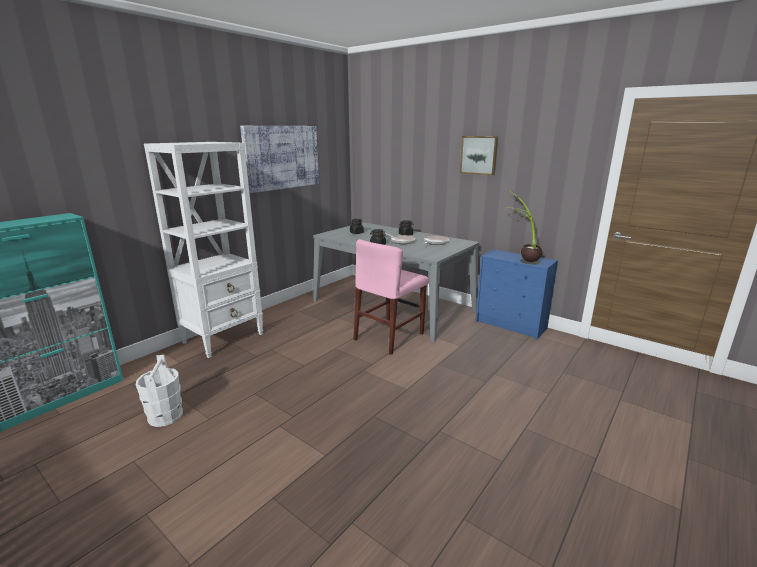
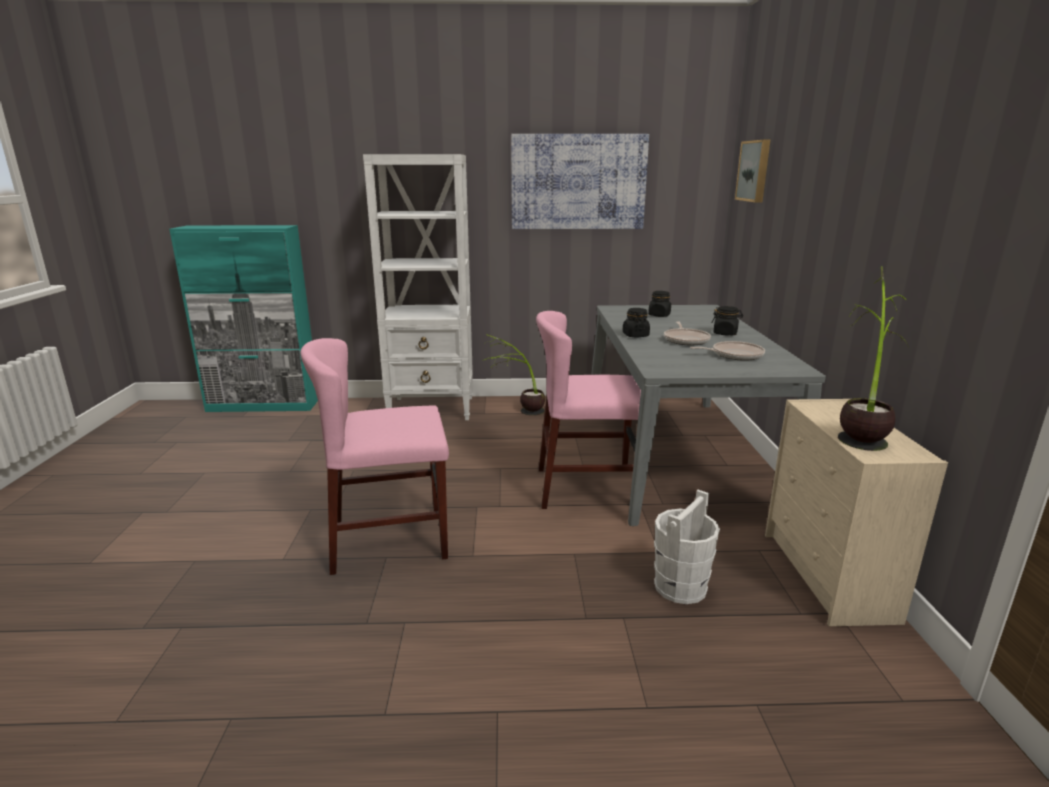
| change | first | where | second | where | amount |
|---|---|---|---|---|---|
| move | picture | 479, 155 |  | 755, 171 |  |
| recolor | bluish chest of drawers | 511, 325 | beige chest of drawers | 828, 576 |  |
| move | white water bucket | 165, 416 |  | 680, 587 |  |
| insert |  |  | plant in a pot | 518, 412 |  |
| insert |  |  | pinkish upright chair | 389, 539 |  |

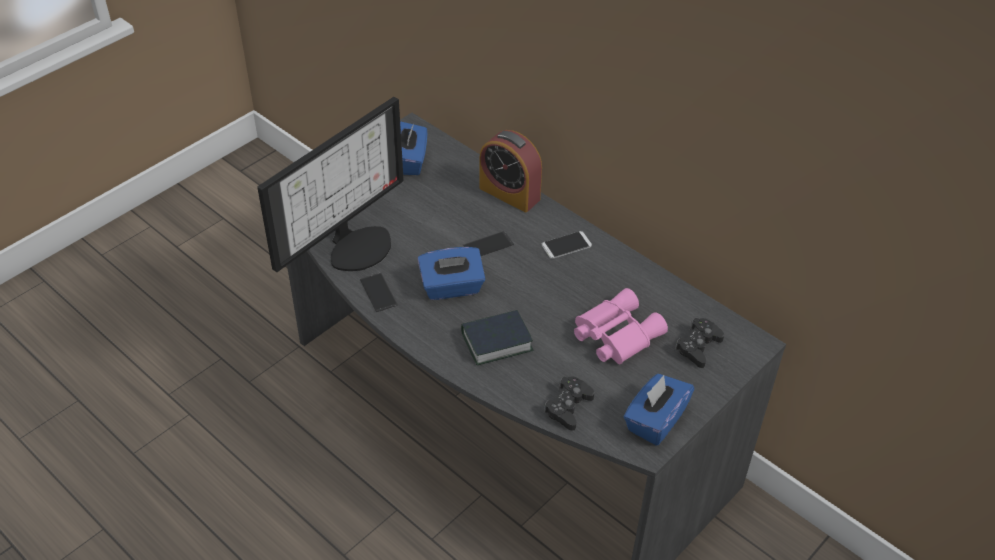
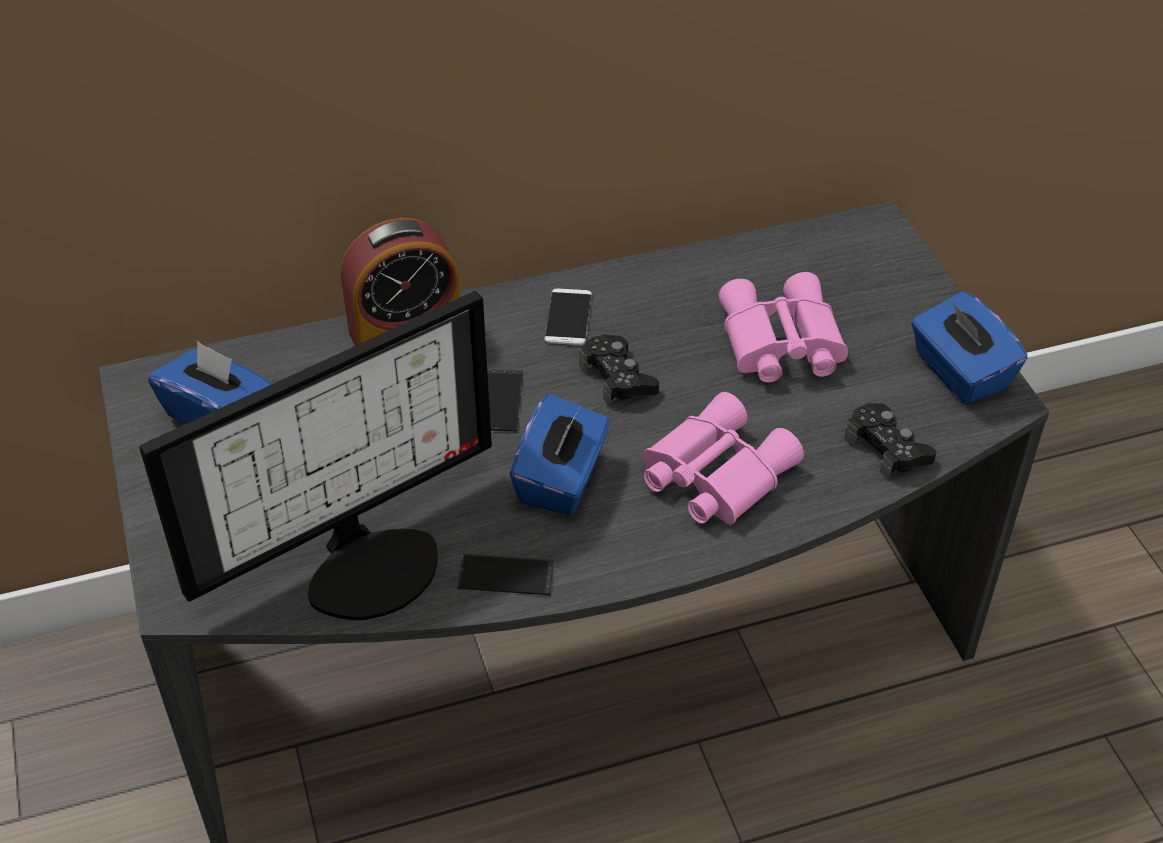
| change | first | where | second | where | amount |
|---|---|---|---|---|---|
| rotate | monitor | 356, 245 |  | 368, 563 | 75 degrees clockwise |
| replace | volume | 496, 342 | pinkish pair of binoculars | 713, 473 |  |
| move | blackish joypad | 698, 346 |  | 618, 377 |  |

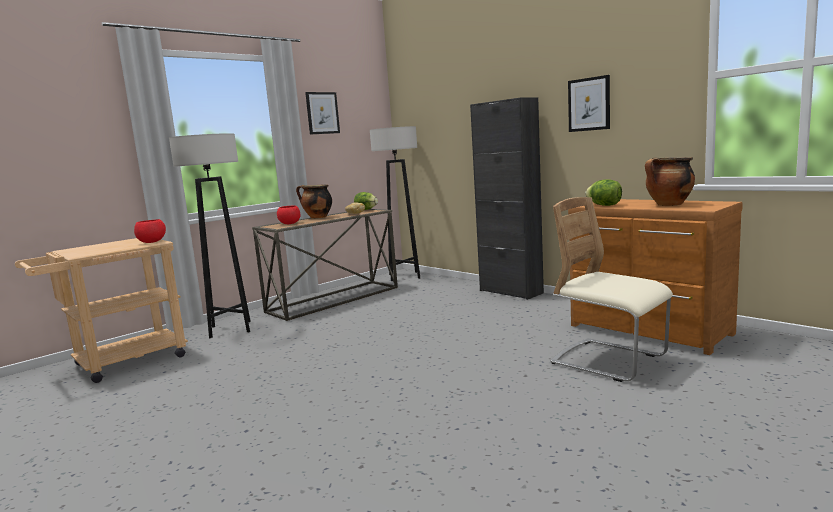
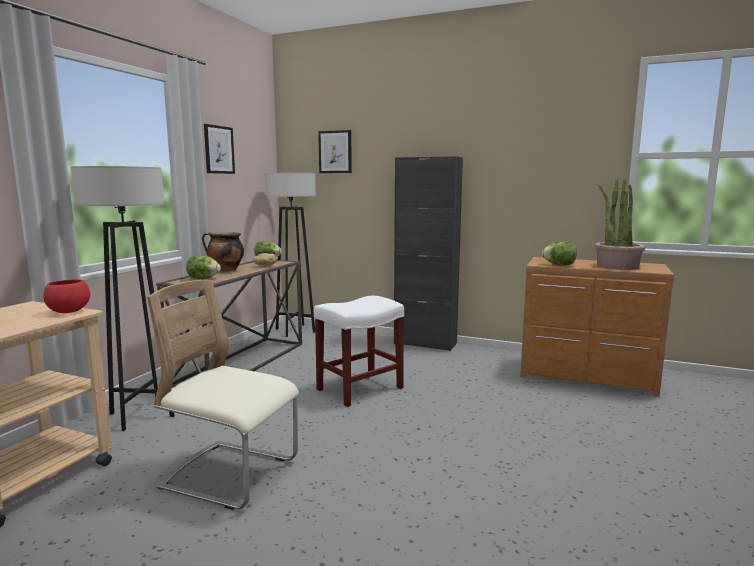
| change | first | where | second | where | amount |
|---|---|---|---|---|---|
| move | picture | 589, 104 |  | 335, 152 |  |
| replace | saucepot | 668, 205 | plant in a pot | 617, 266 |  |
| move | beige upright chair | 609, 361 |  | 231, 475 |  |
| replace | red bowl | 289, 224 | lettuce | 203, 279 |  |
| insert |  |  | white stool | 359, 389 |  |

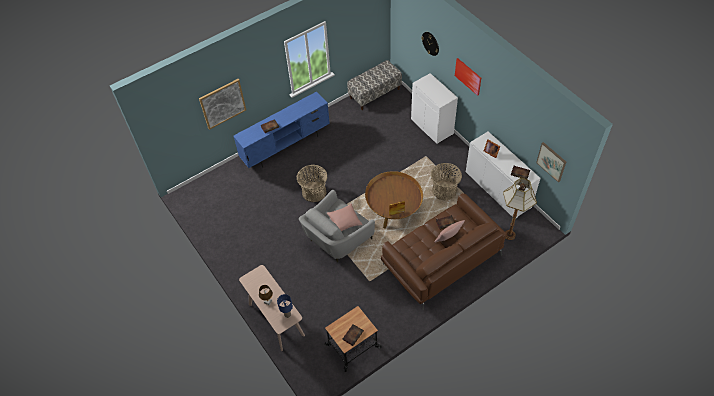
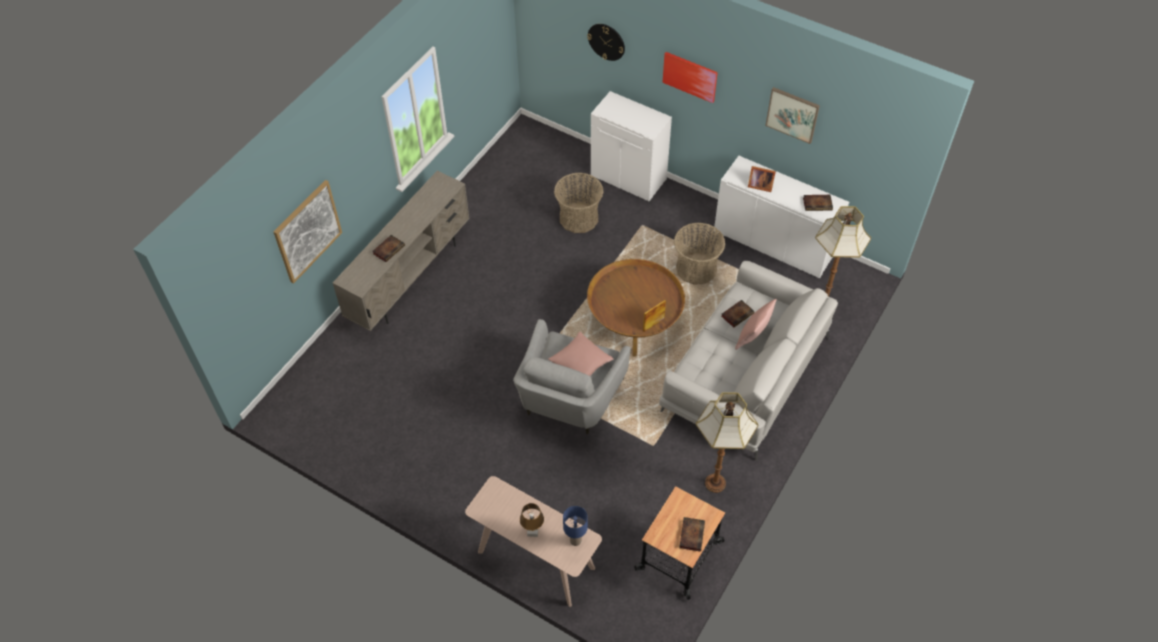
| change | first | where | second | where | amount |
|---|---|---|---|---|---|
| delete | indoor bench | 374, 93 |  |  |  |
| recolor | bluish tv stand | 286, 146 | beige tv stand | 410, 277 |  |
| move | picture | 551, 161 |  | 792, 114 |  |
| move | storage basket | 314, 192 |  | 579, 218 |  |
| recolor | brown sofa | 441, 260 | gray sofa | 744, 375 |  |
| insert |  |  | floor lamp | 716, 483 |  |

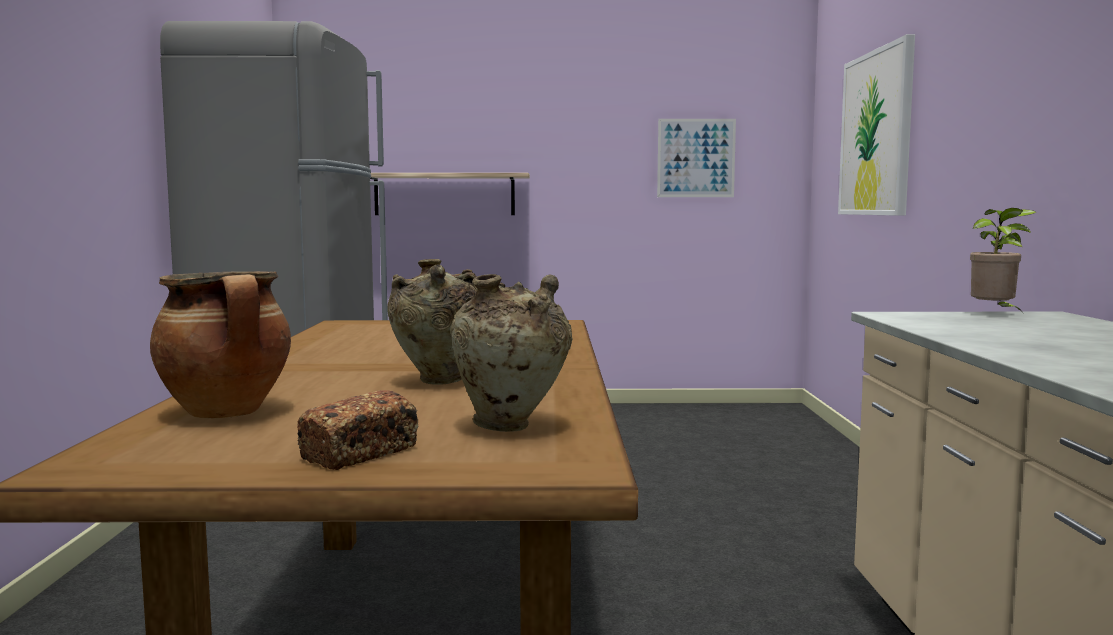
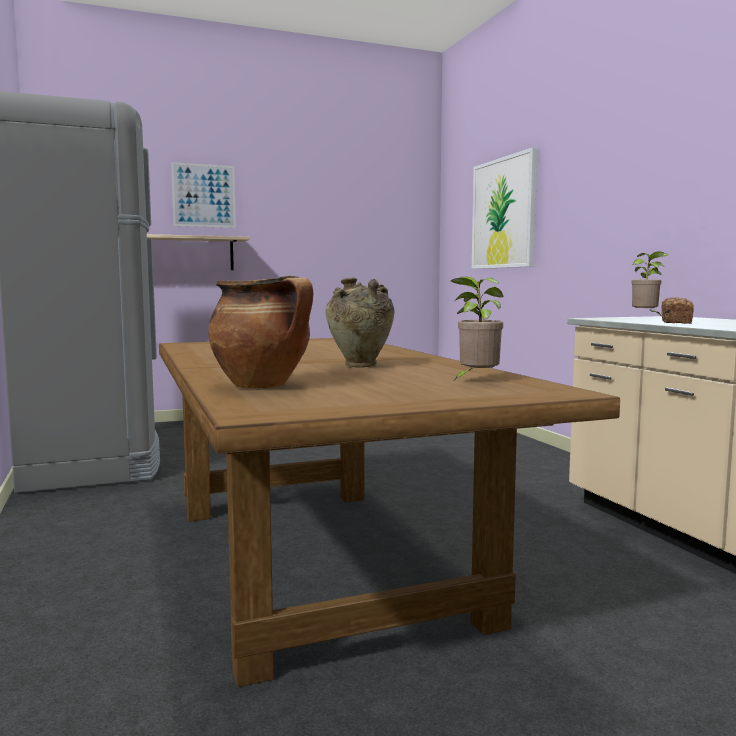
| change | first | where | second | where | amount |
|---|---|---|---|---|---|
| move | picture | 696, 158 |  | 204, 195 |  |
| replace | beige decorative vase | 511, 427 | plant in a pot | 476, 381 |  |
| move | baked bread | 360, 454 |  | 676, 322 |  |

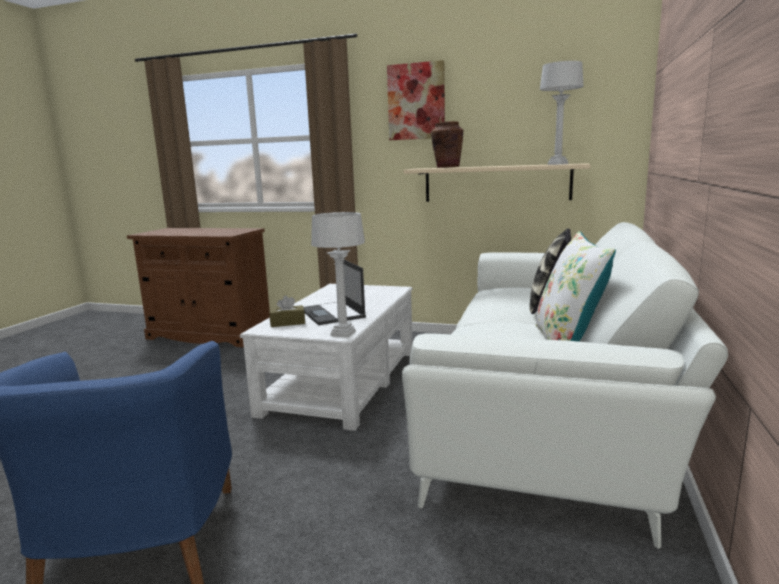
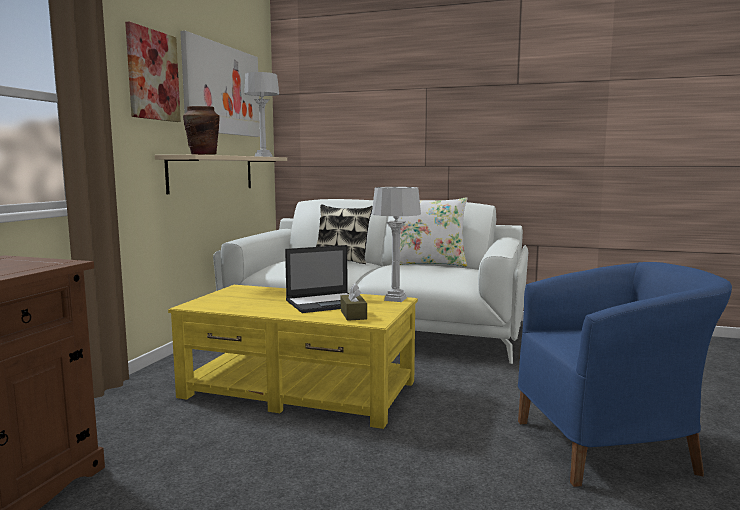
| change | first | where | second | where | amount |
|---|---|---|---|---|---|
| recolor | white low table | 341, 381 | yellowish low table | 300, 390 |  |
| insert |  |  | picture | 222, 90 |  |

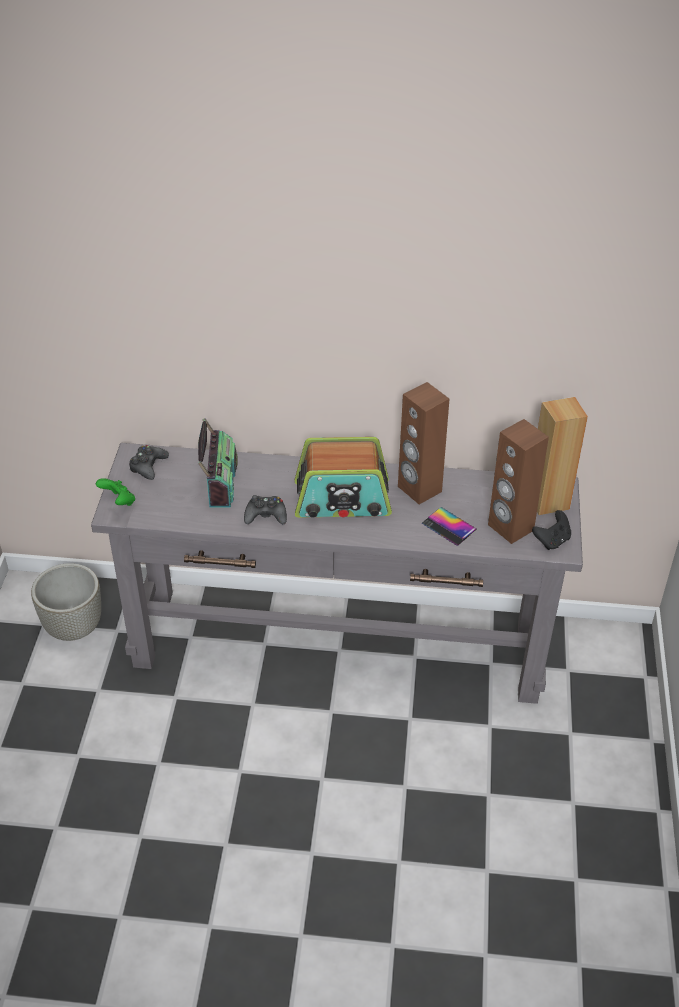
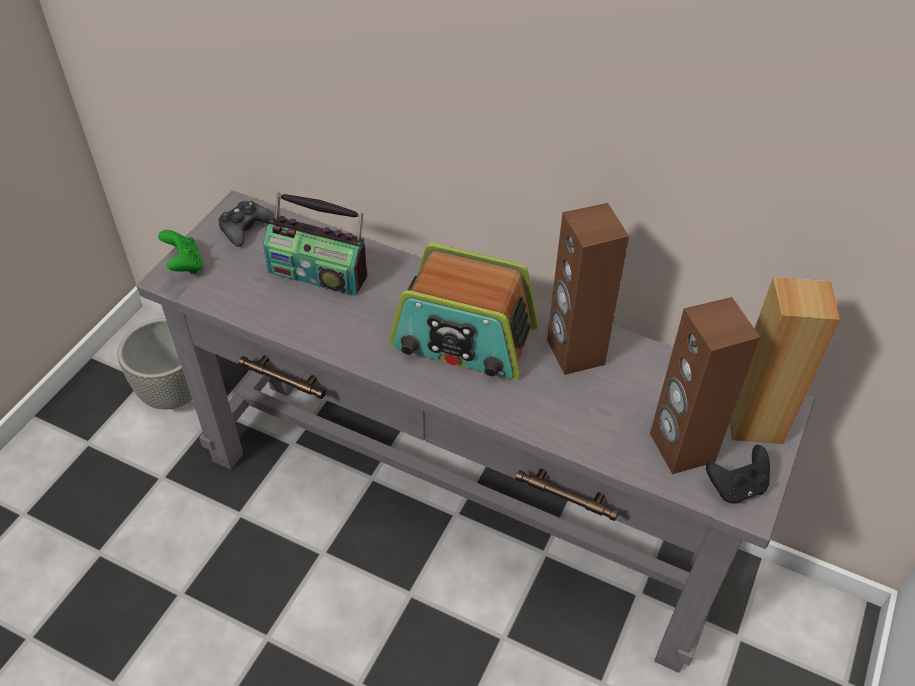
| change | first | where | second | where | amount |
|---|---|---|---|---|---|
| rotate | radio set | 219, 483 |  | 319, 273 | 90 degrees clockwise |
| delete | blackish joypad | 266, 515 |  |  |  |
| delete | handset | 449, 526 |  |  |  |

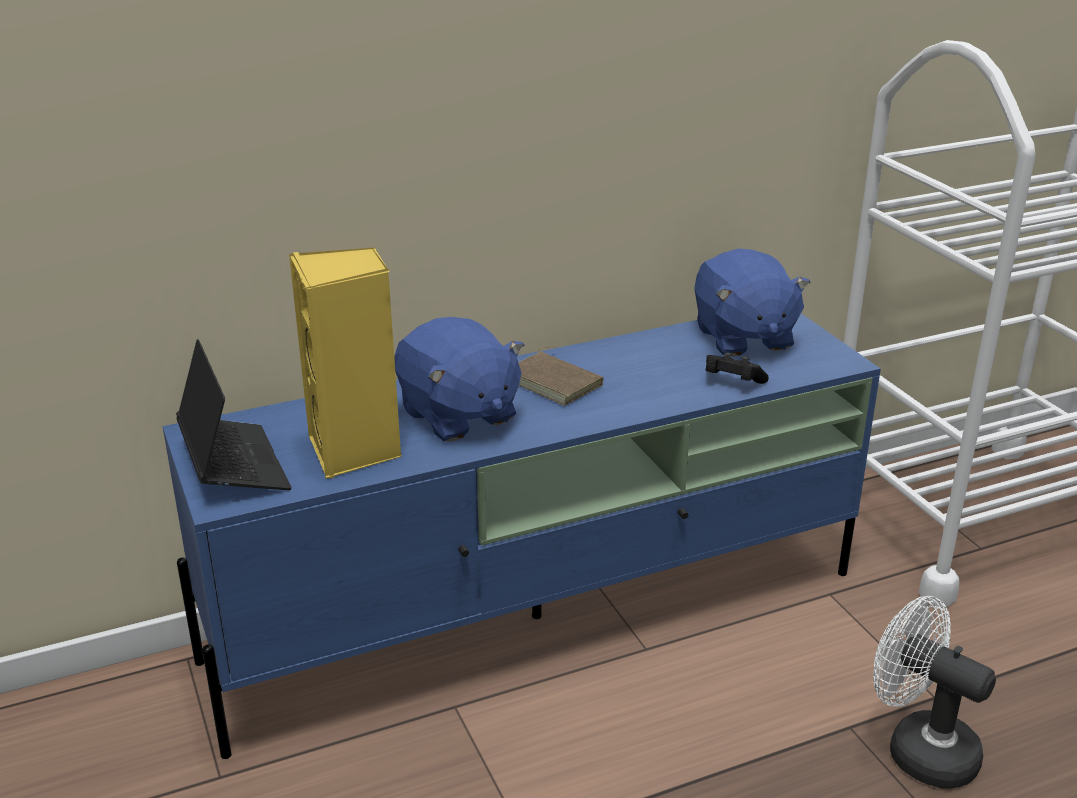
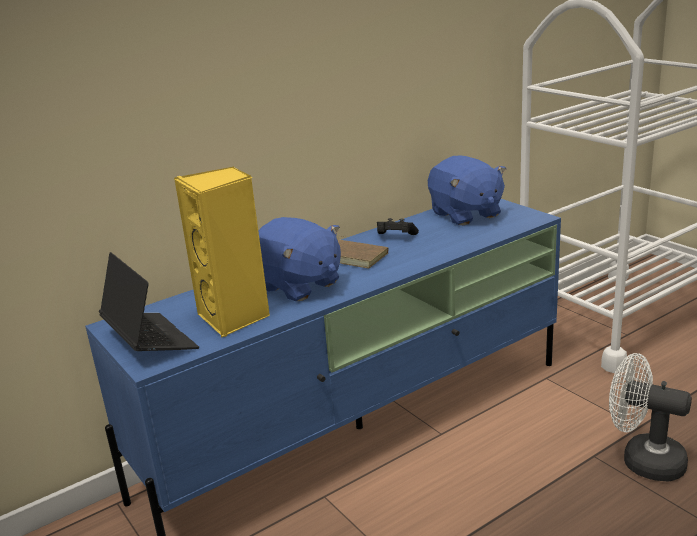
| change | first | where | second | where | amount |
|---|---|---|---|---|---|
| move | blackish joypad | 732, 382 |  | 395, 237 |  |

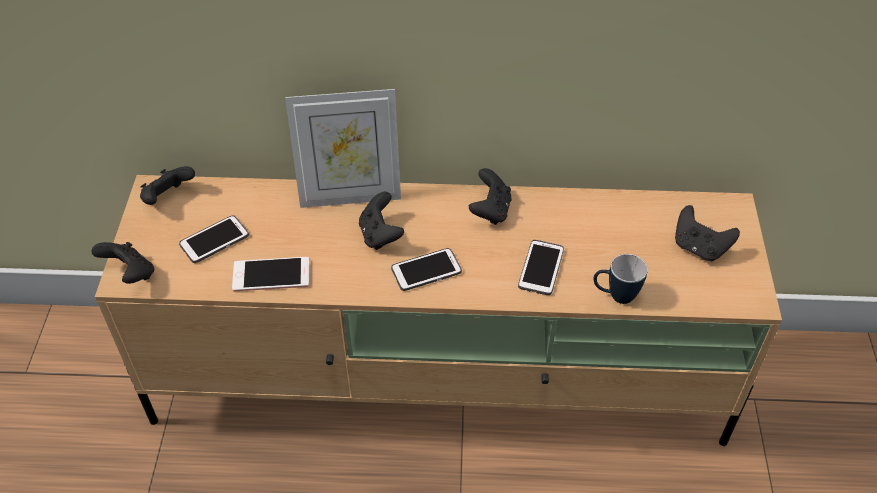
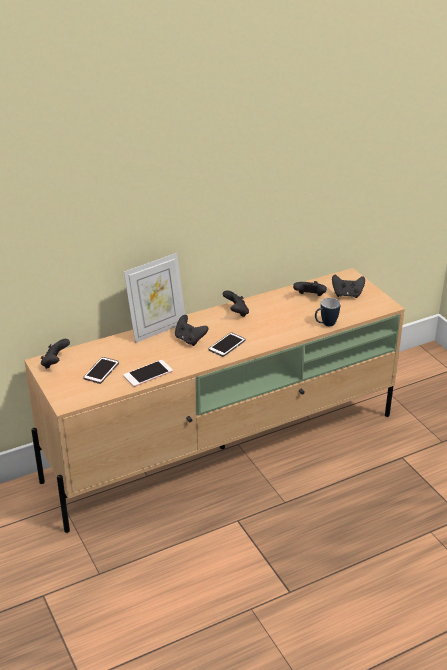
| change | first | where | second | where | amount |
|---|---|---|---|---|---|
| delete | handset | 541, 268 |  |  |  |
| move | blackish joypad | 130, 274 |  | 309, 297 |  |

